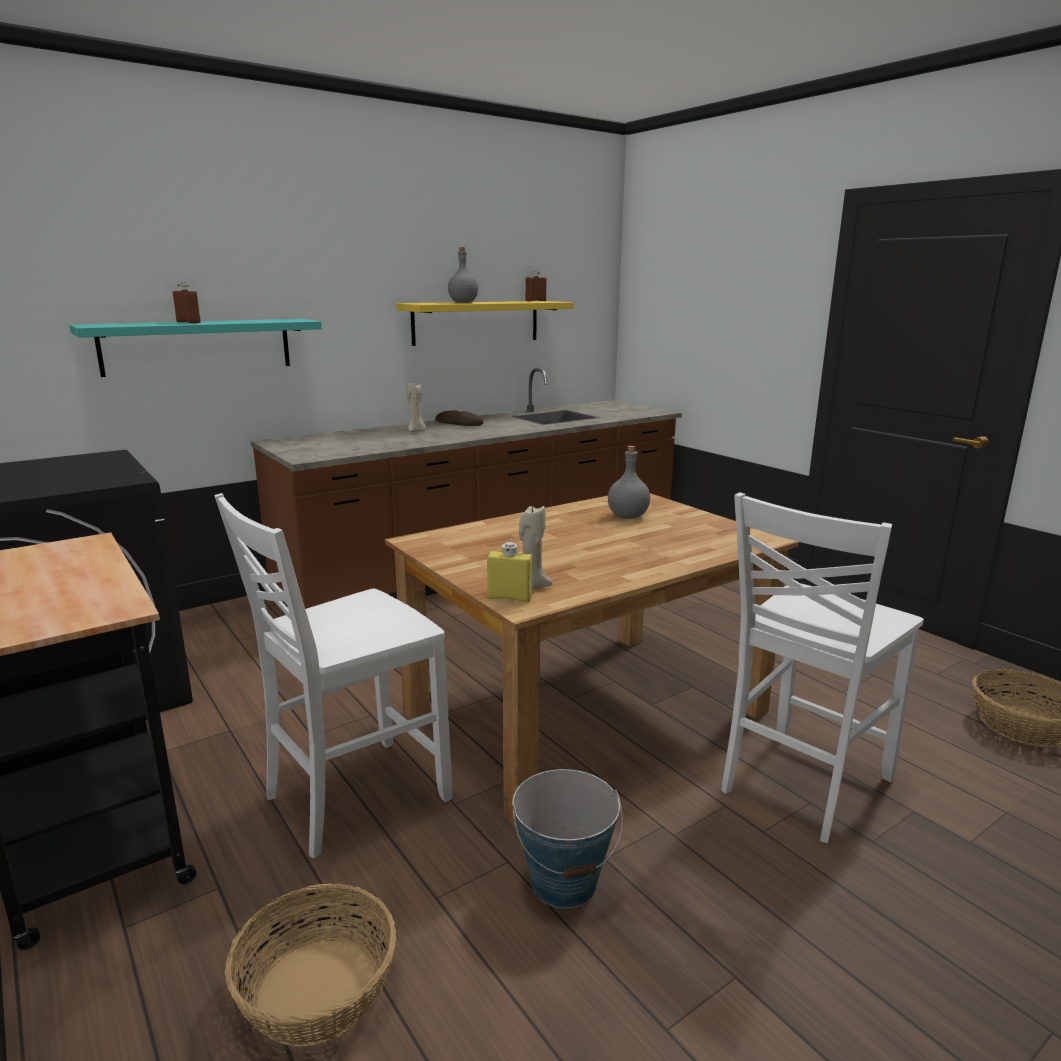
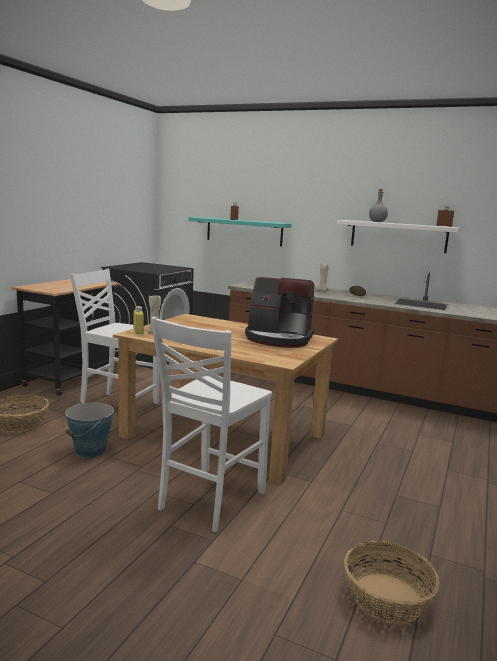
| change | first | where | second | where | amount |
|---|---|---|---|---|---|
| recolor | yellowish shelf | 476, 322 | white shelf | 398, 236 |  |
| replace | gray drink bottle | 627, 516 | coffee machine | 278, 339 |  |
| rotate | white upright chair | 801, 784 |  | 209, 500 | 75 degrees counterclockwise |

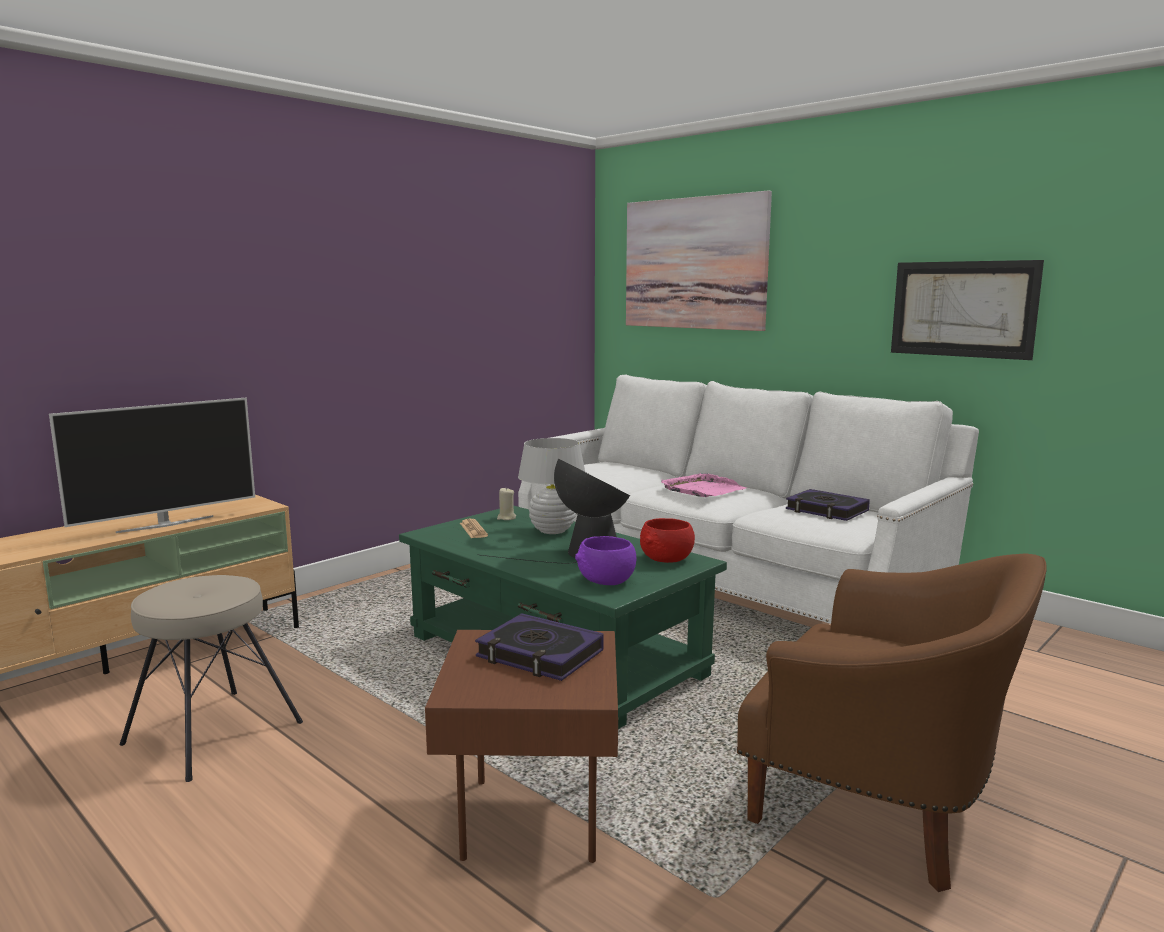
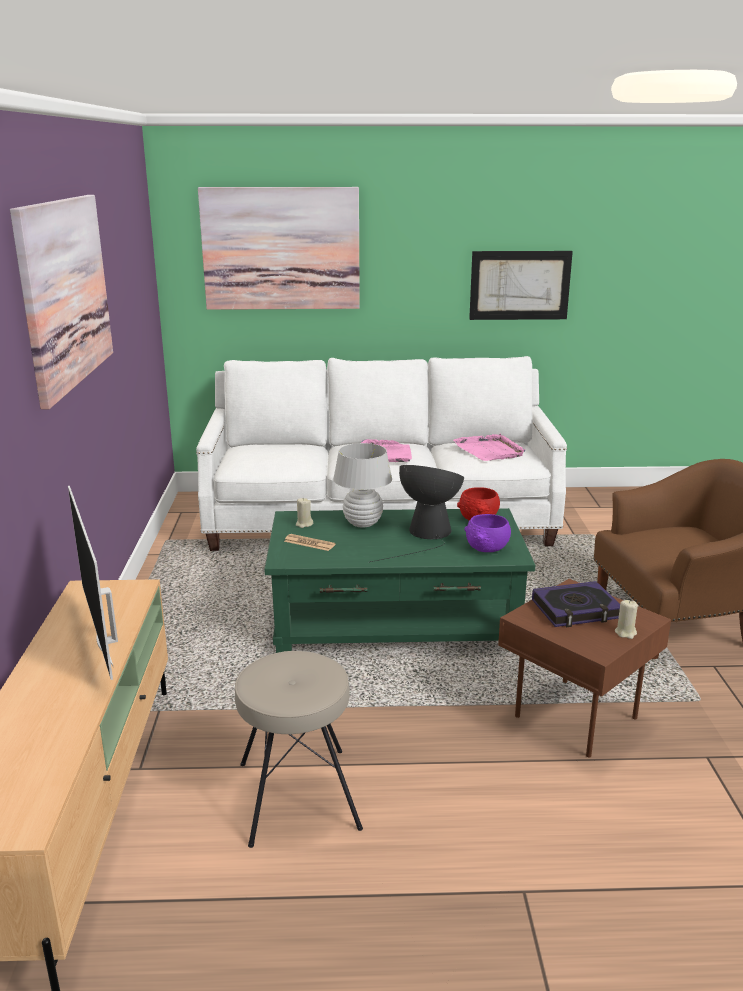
| change | first | where | second | where | amount |
|---|---|---|---|---|---|
| rotate | TV | 165, 524 |  | 107, 641 | 150 degrees clockwise |
| replace | volume | 826, 510 | pinkish tray | 490, 450 |  |
| insert |  |  | picture | 65, 292 |  |
| insert |  |  | beige wax light | 625, 632 |  |

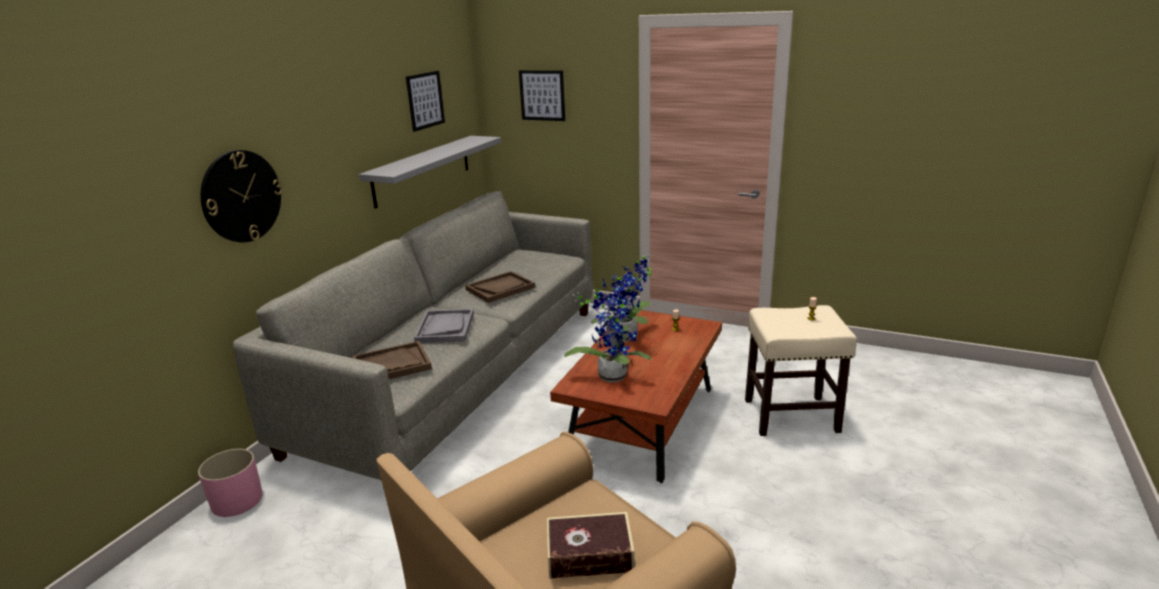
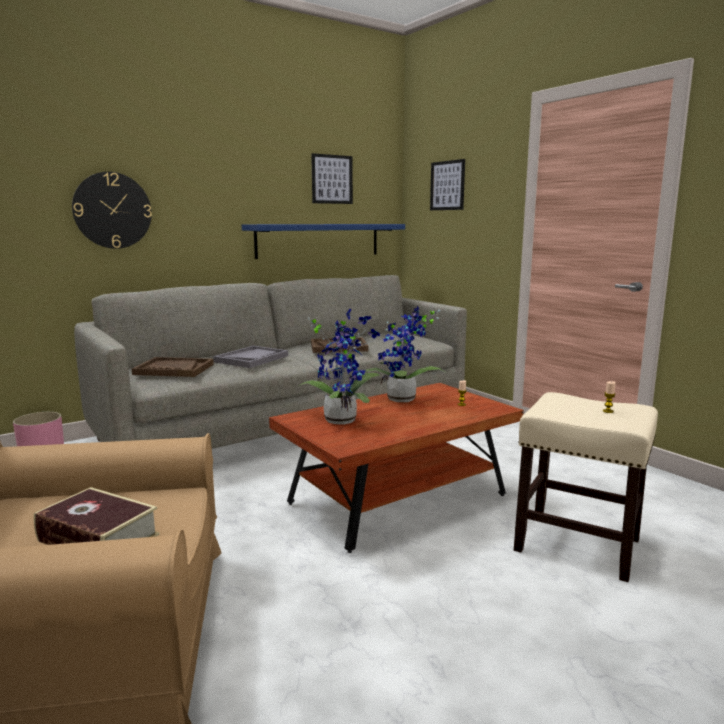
| change | first | where | second | where | amount |
|---|---|---|---|---|---|
| recolor | gray shelf | 422, 170 | bluish shelf | 319, 240 |  |

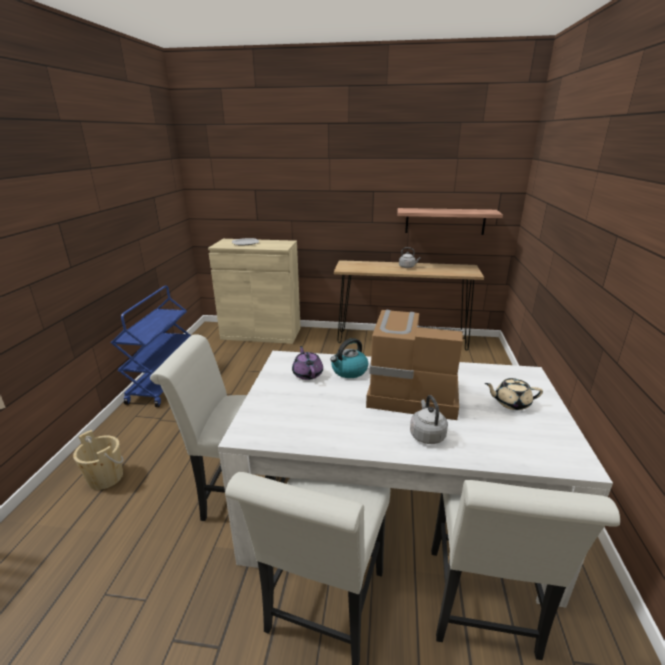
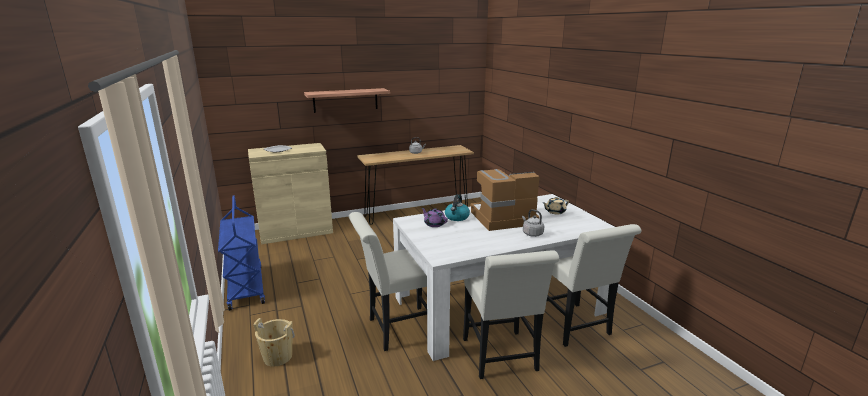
| change | first | where | second | where | amount |
|---|---|---|---|---|---|
| move | shelf | 445, 221 |  | 345, 100 |  |

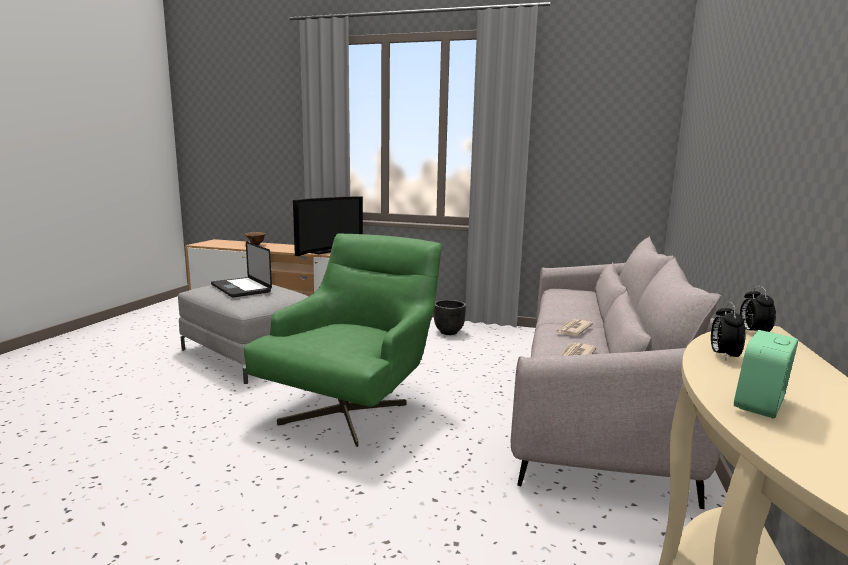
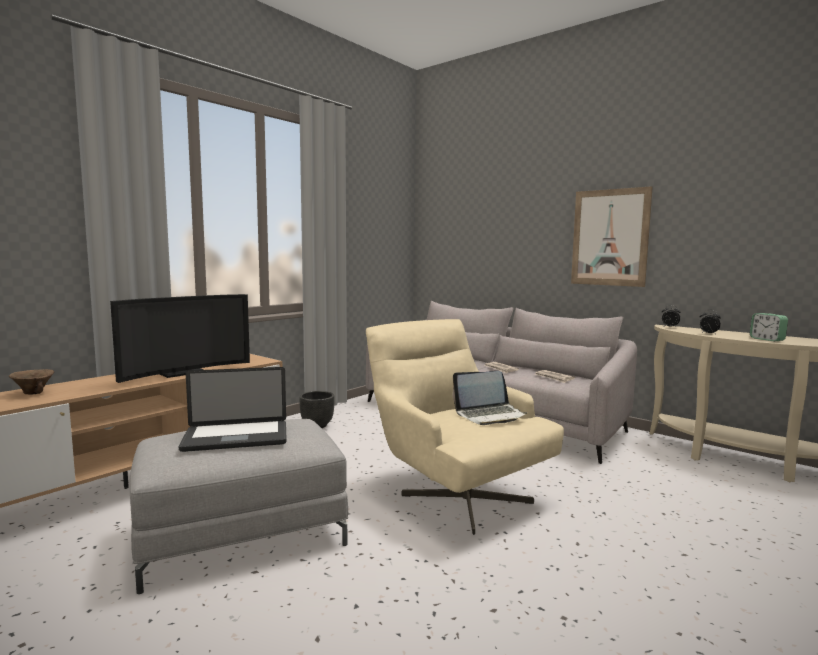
| change | first | where | second | where | amount |
|---|---|---|---|---|---|
| rotate | TV | 322, 251 |  | 181, 373 | 75 degrees clockwise |
| recolor | green lounge chair | 353, 406 | beige lounge chair | 455, 493 |  |
| insert |  |  | picture | 609, 237 |  |
| insert |  |  | laptop | 490, 415 |  |

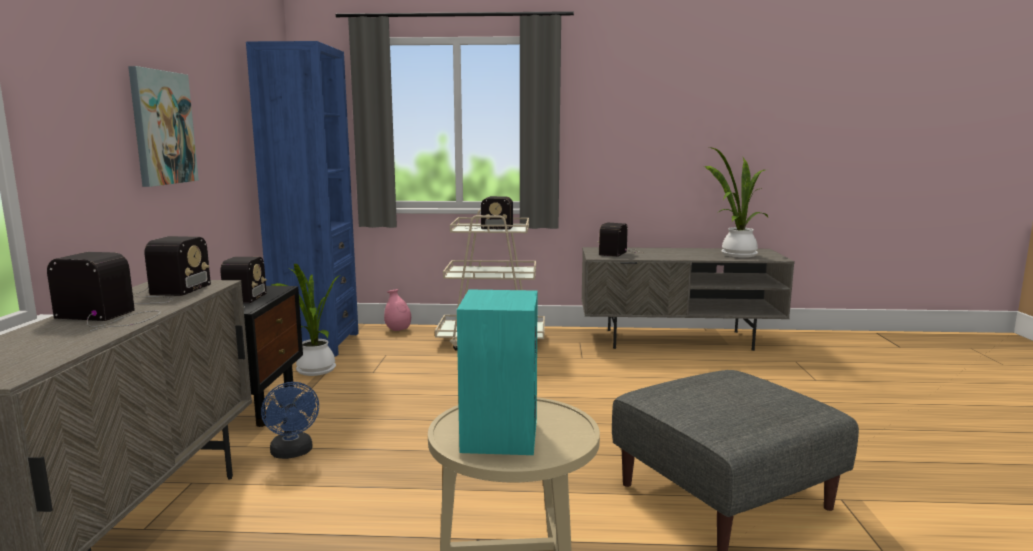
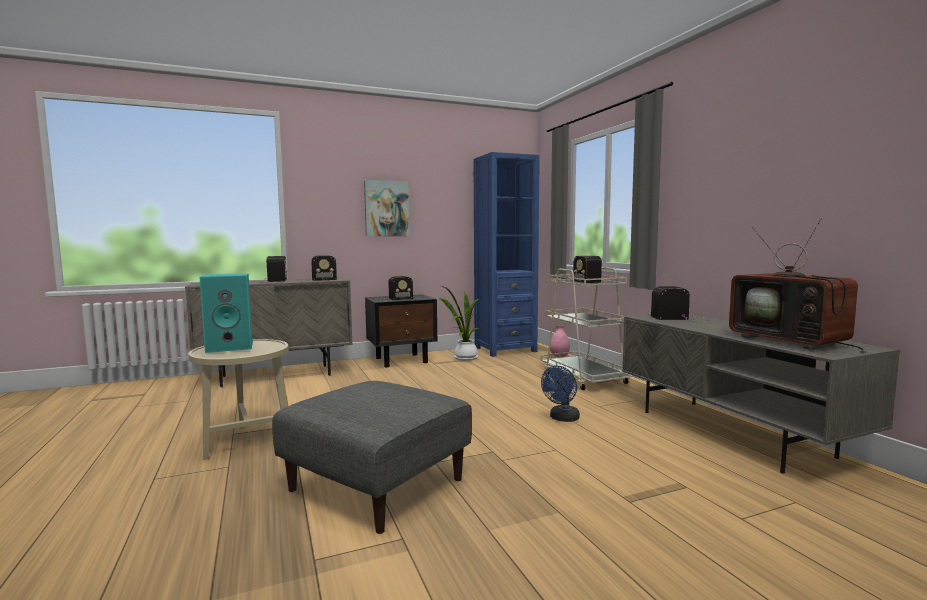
| change | first | where | second | where | amount |
|---|---|---|---|---|---|
| replace | plant in a pot | 735, 255 | TV | 792, 341 |  |
| move | bluish cooling fan | 293, 453 |  | 562, 419 |  |

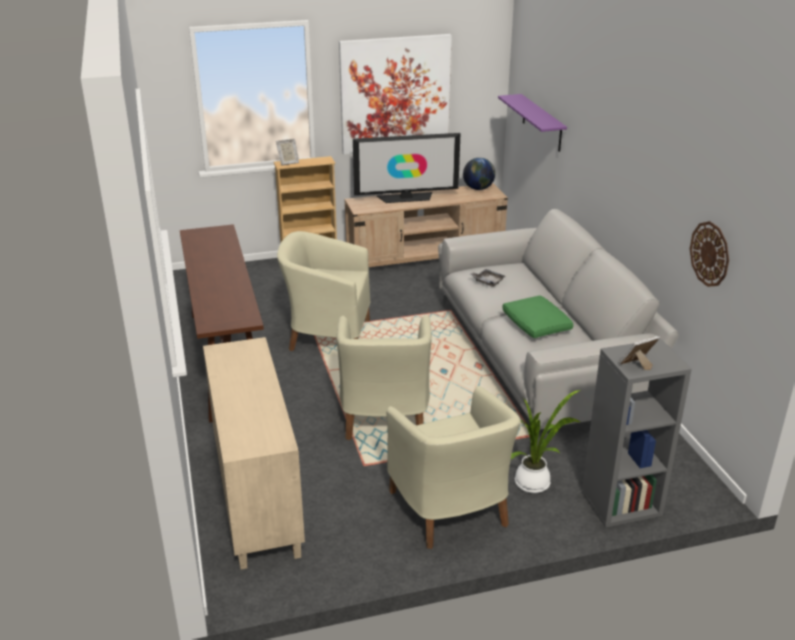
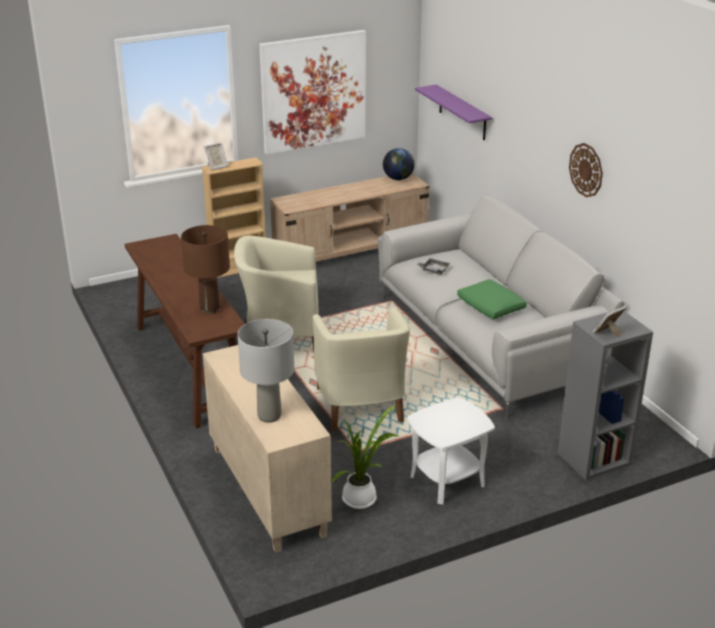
| change | first | where | second | where | amount |
|---|---|---|---|---|---|
| delete | TV | 406, 198 |  |  |  |
| move | wall clock | 710, 254 |  | 586, 170 |  |
| replace | beige lounge chair | 450, 510 | white side table | 447, 481 |  |
| move | plant in a pot | 535, 483 |  | 362, 499 |  |
| insert |  |  | brown table lamp | 209, 309 |  |
| insert |  |  | gray table lamp | 269, 415 |  |

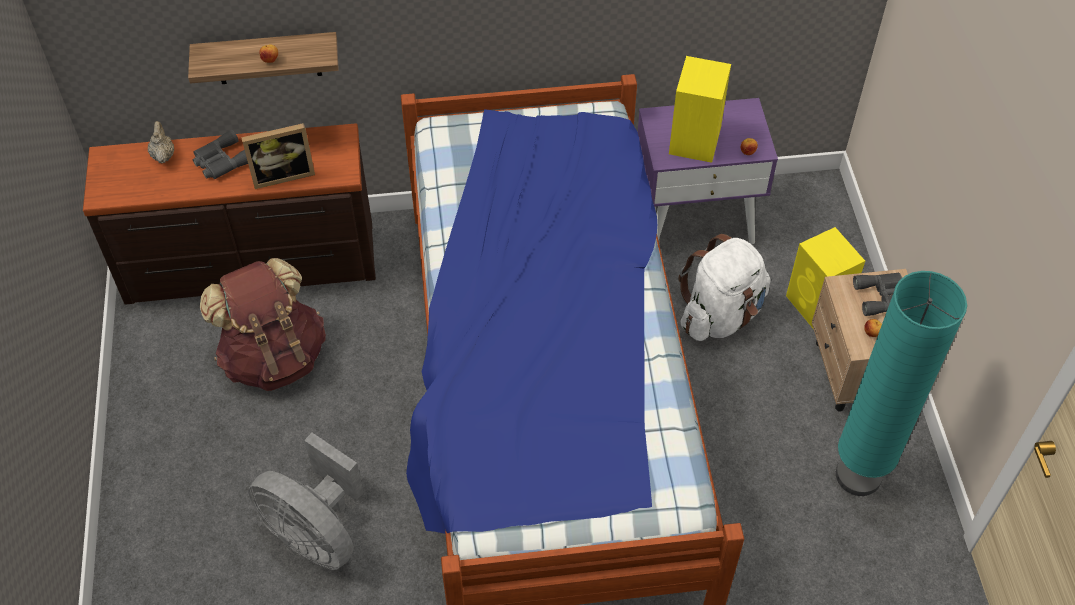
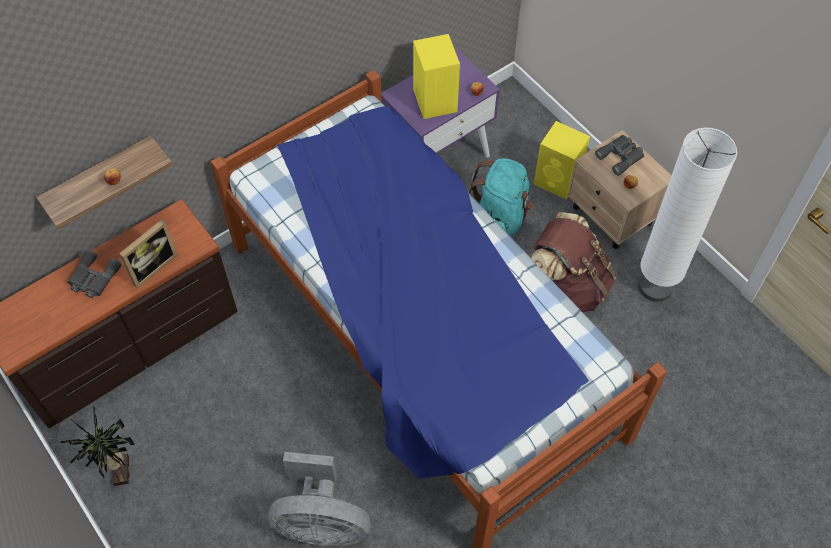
| change | first | where | second | where | amount |
|---|---|---|---|---|---|
| delete | beige pot for tea | 163, 155 |  |  |  |
| recolor | white rucksack | 721, 315 | blue-green rucksack | 499, 218 |  |
| move | brown rucksack | 274, 356 |  | 567, 287 |  |
| recolor | blue-green floor lamp | 858, 476 | white floor lamp | 655, 287 |  |
| insert |  |  | plant in a pot | 119, 472 |  |

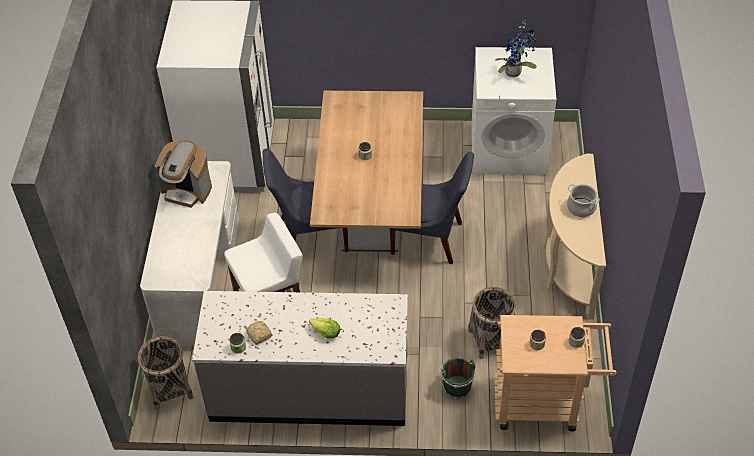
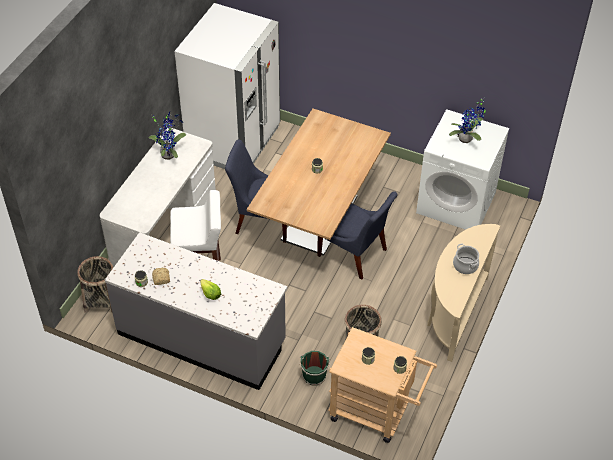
| change | first | where | second | where | amount |
|---|---|---|---|---|---|
| replace | coffee machine | 187, 191 | plant in a pot | 169, 154 |  |

